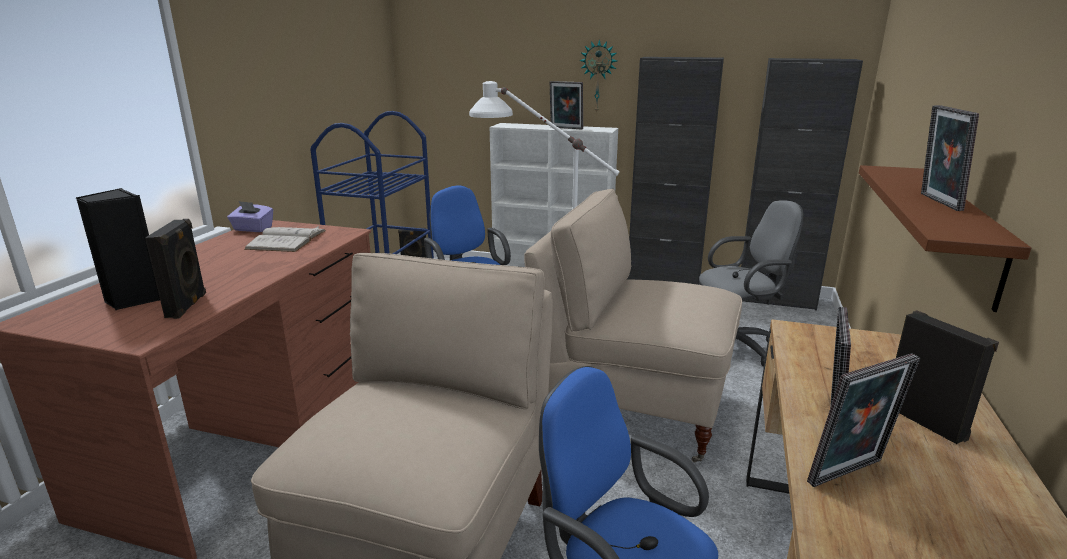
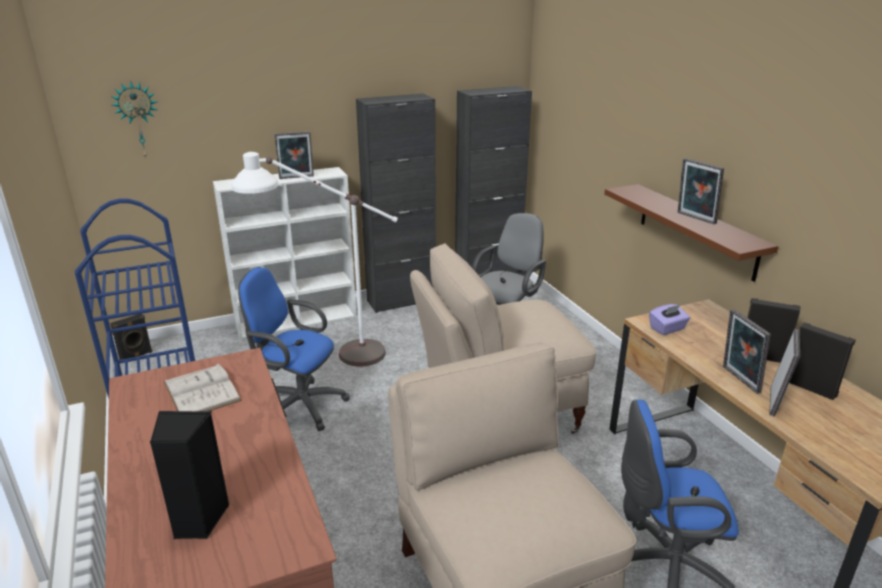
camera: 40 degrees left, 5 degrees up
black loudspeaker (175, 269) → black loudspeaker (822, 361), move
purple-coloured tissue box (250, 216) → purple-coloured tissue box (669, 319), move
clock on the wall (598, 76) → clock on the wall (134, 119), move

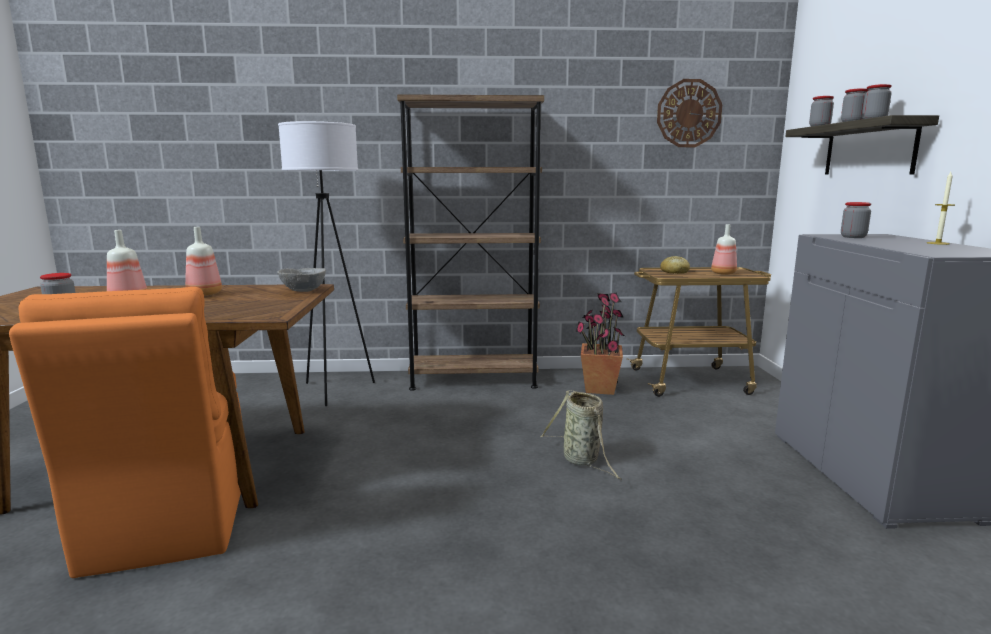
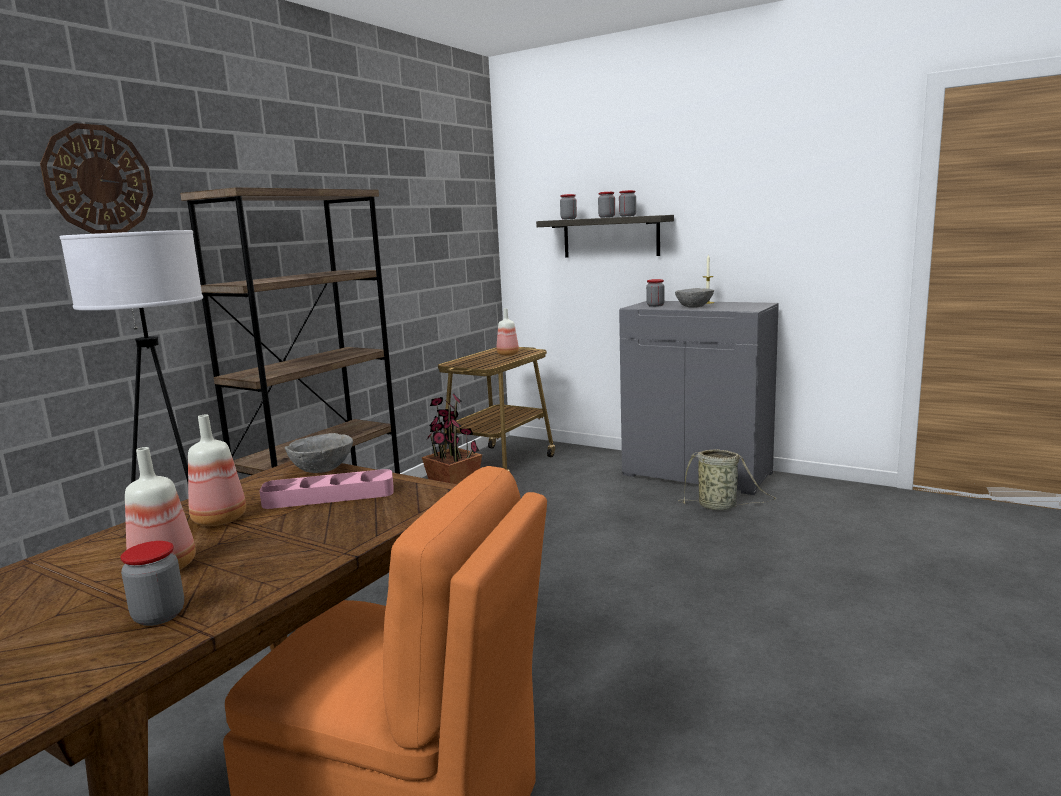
camera: 55 degrees left, 0 degrees up
bakery bread (675, 265) → -
- → pink-coloured serving tray (326, 489)
- → gray deep dish (694, 298)
storage basket (581, 435) → storage basket (727, 479), move
clock on the wall (689, 113) → clock on the wall (96, 178), move

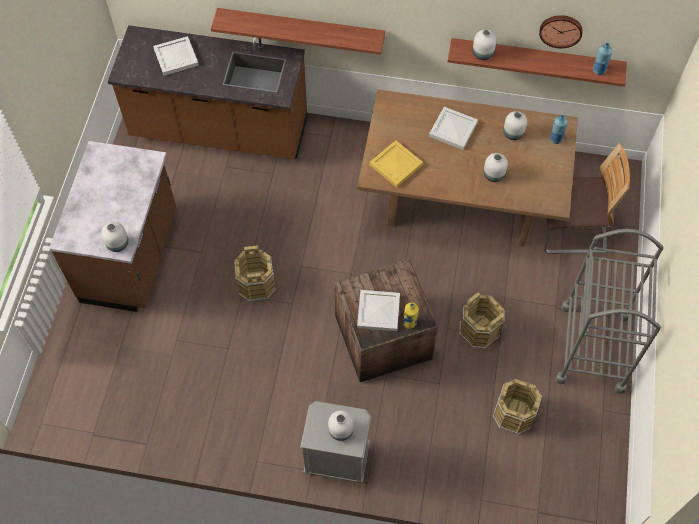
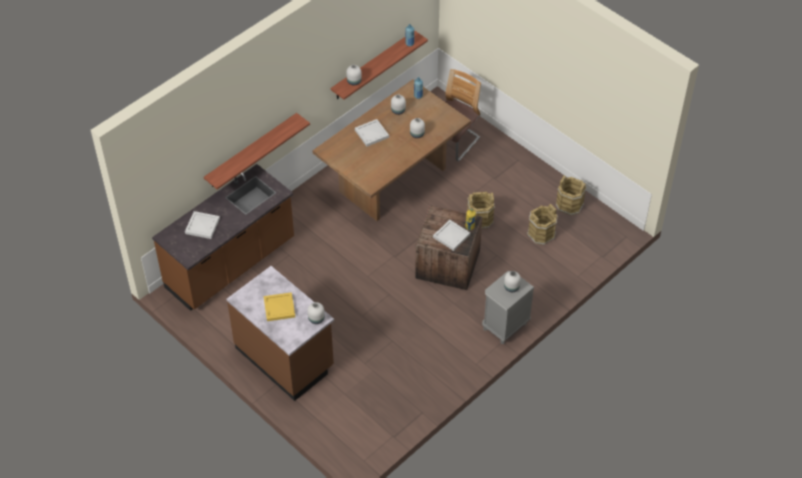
camera: 55 degrees left, 10 degrees down
clock on the wall (561, 31) → -
gray wheeled cart (609, 311) → -
brownish bucket (255, 273) → brownish bucket (571, 196), move
yellow serving tray (396, 163) → yellow serving tray (279, 306), move

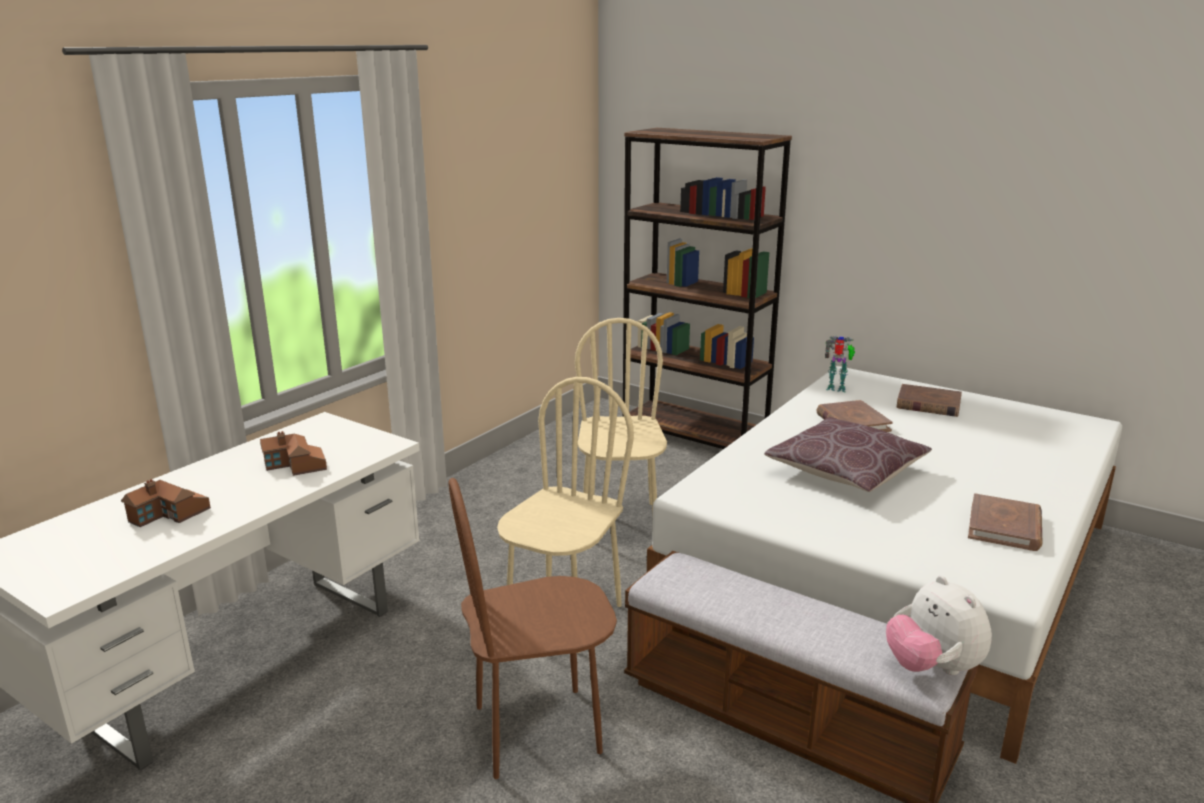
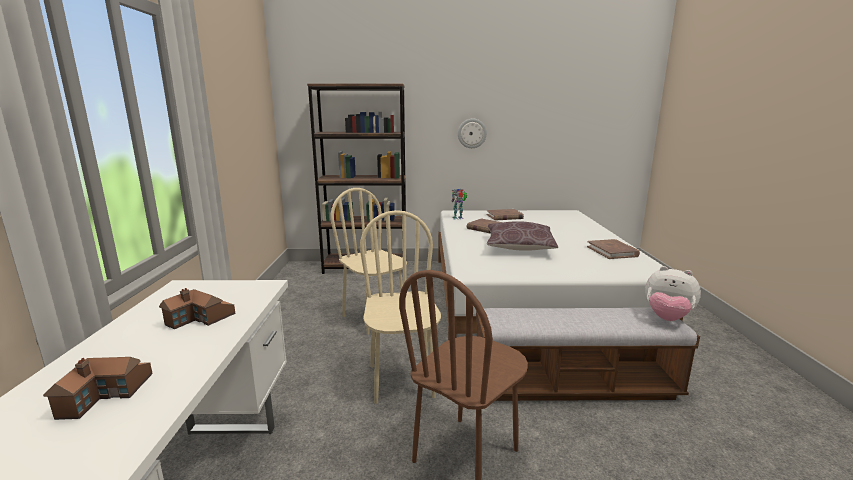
camera: 35 degrees left, 5 degrees down
- → clock on the wall (472, 133)

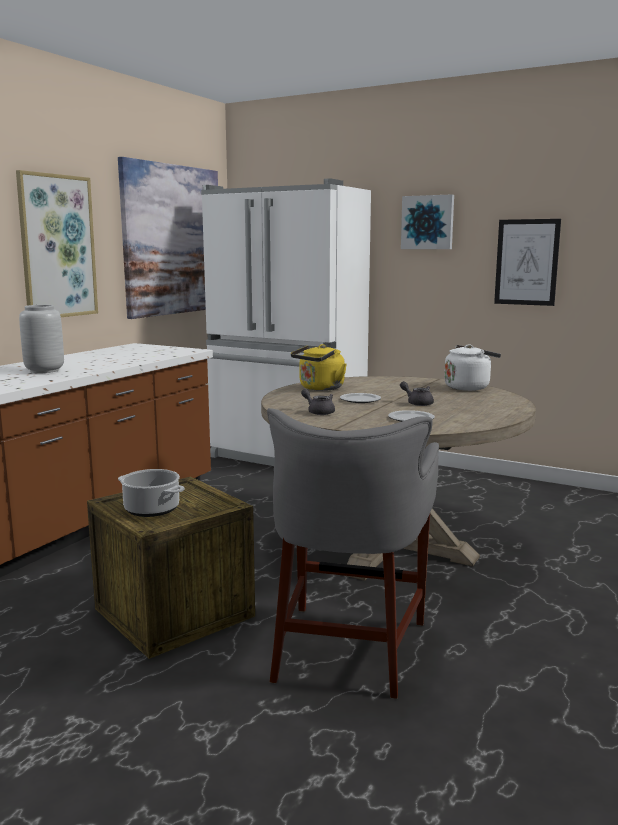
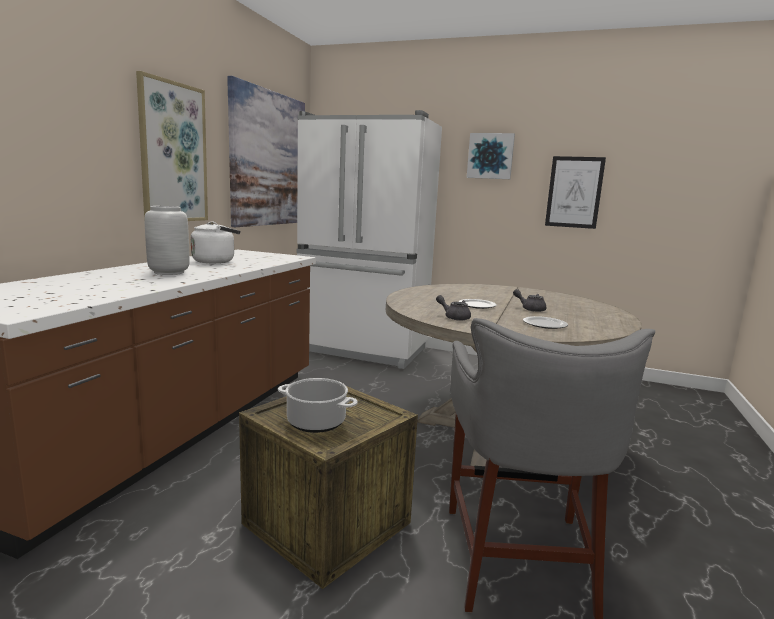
camera: 10 degrees left, 0 degrees up
yellow water kettle (319, 367) → -
white water kettle (472, 367) → white water kettle (215, 242), move

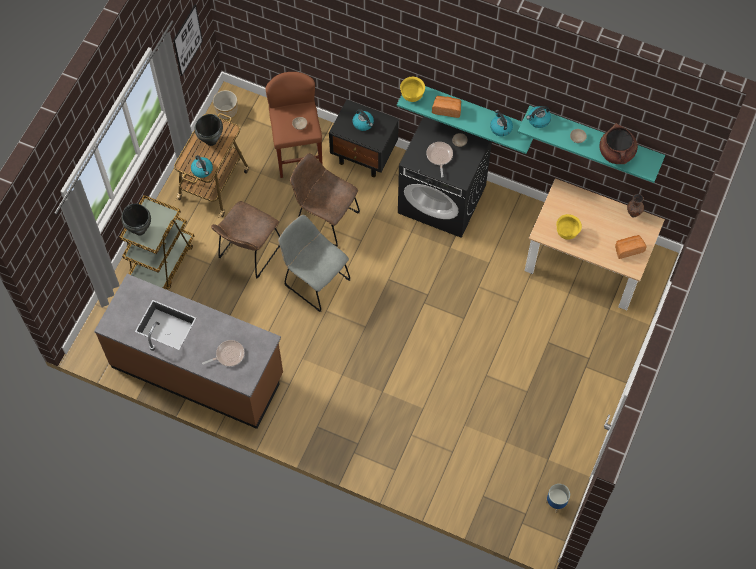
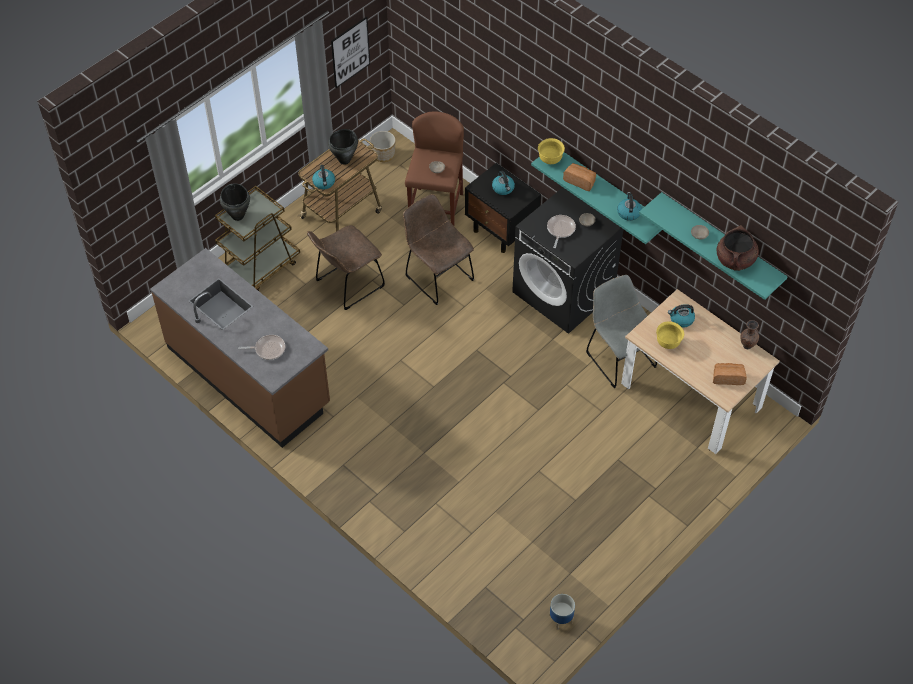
camera: 20 degrees right, 10 degrees down
gray plain chair (314, 263) → gray plain chair (621, 331), move
water kettle (538, 117) → water kettle (681, 316), move

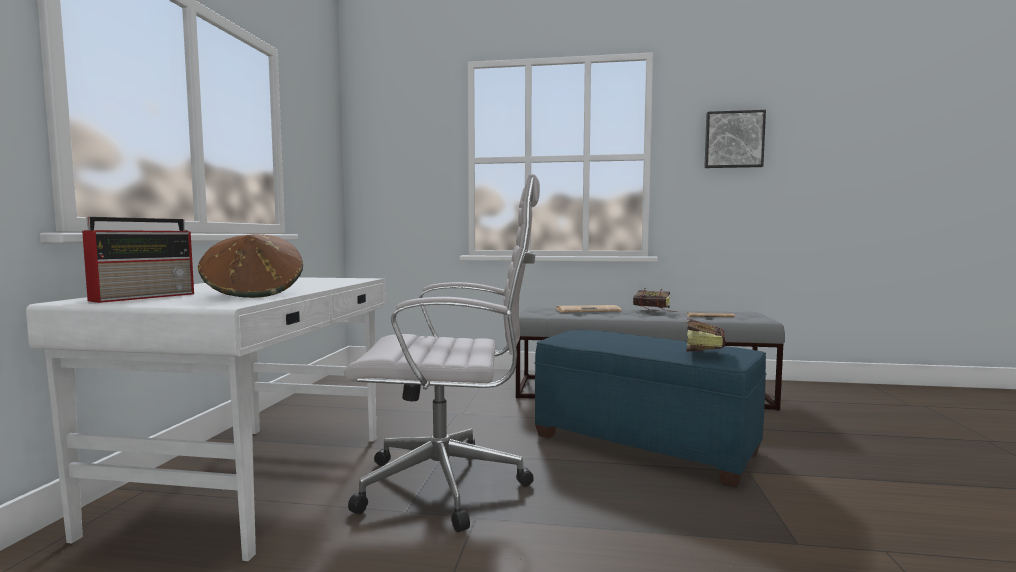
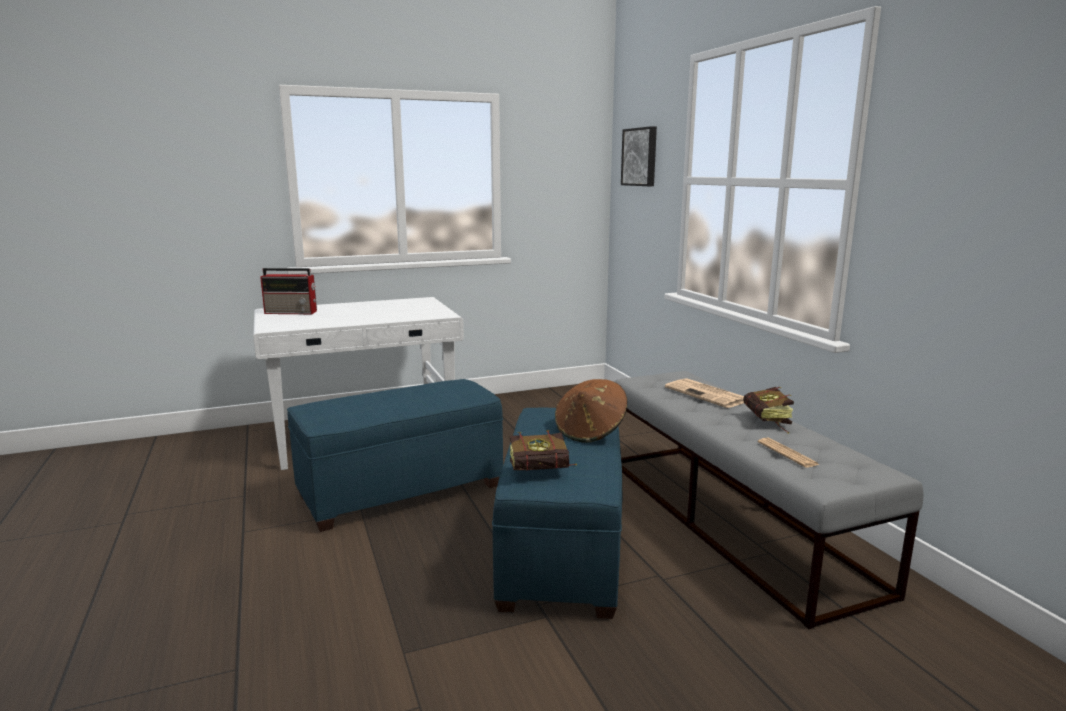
camera: 60 degrees right, 10 degrees up
brownish hat (250, 266) → brownish hat (591, 410), move
wall picture (735, 139) → wall picture (639, 156), move
white office chair (442, 353) → bluish pouffe (395, 455)

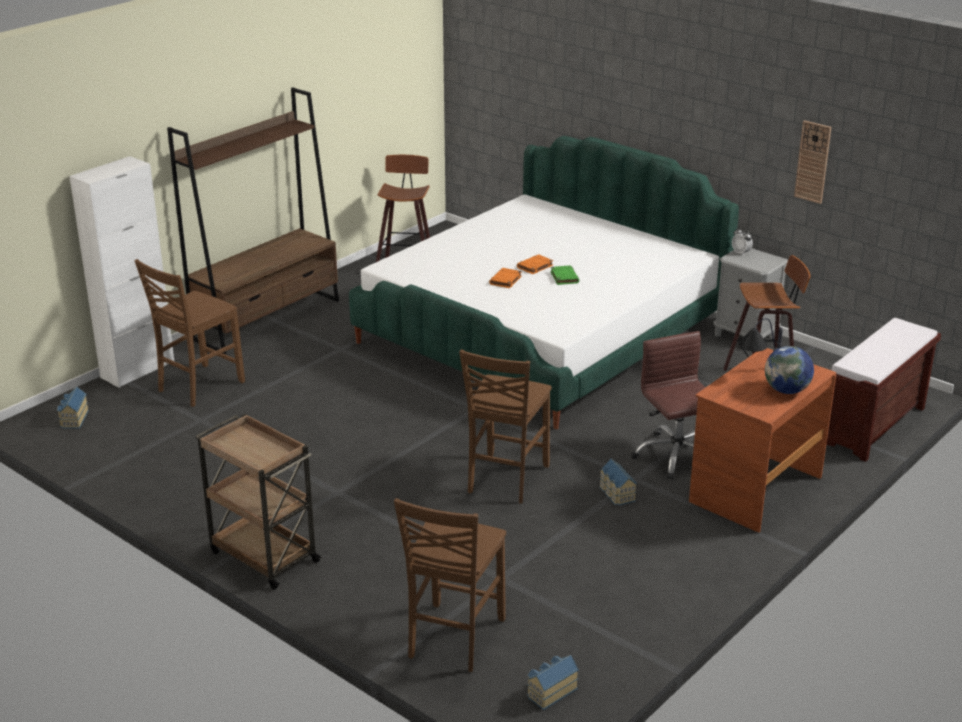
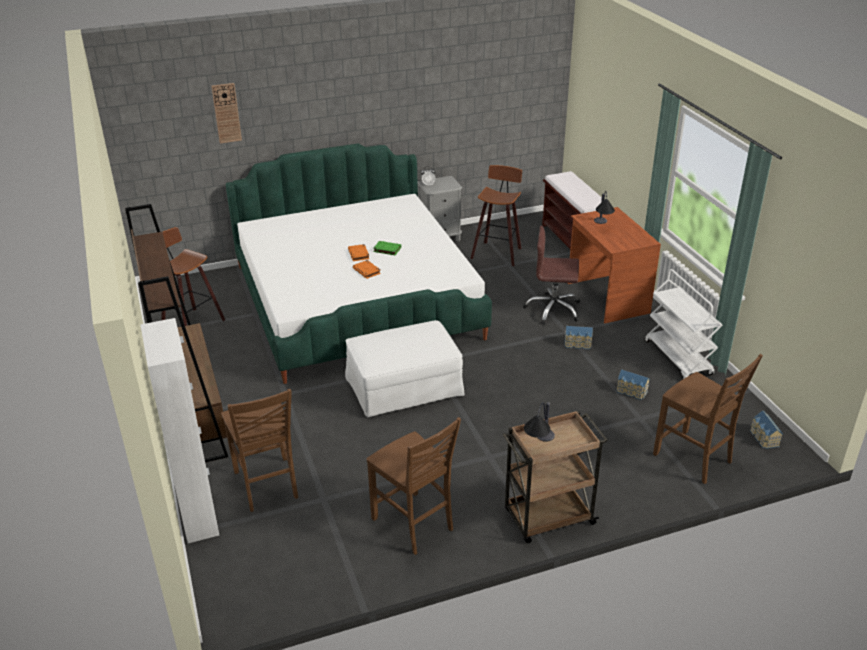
camera: 60 degrees left, 5 degrees up
globe (789, 370) → -
- → white pouffe (404, 368)
- → table lamp (539, 422)
- → white wheeled cart (683, 324)
miniature house (73, 408) → miniature house (633, 384), move
brownish plain chair (505, 426) → brownish plain chair (414, 486), move
clock on the wall (812, 162) → clock on the wall (226, 113), move

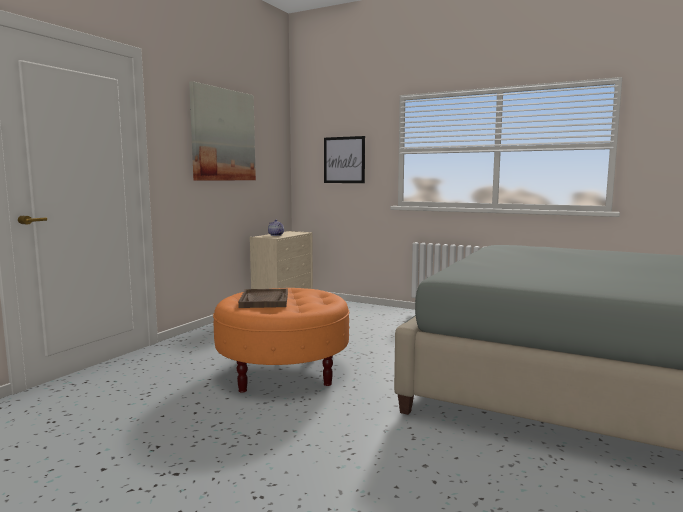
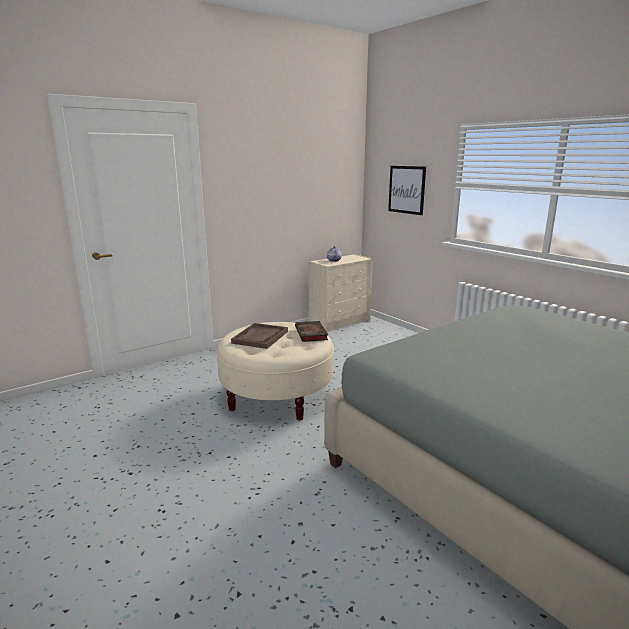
camera: 25 degrees right, 10 degrees up
wall picture (222, 131) → -
- → bound book (311, 331)
orange pouffe (281, 340) → sand-coloured pouffe (275, 371)

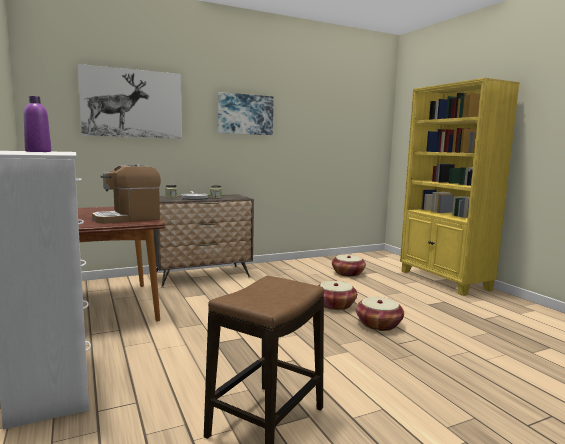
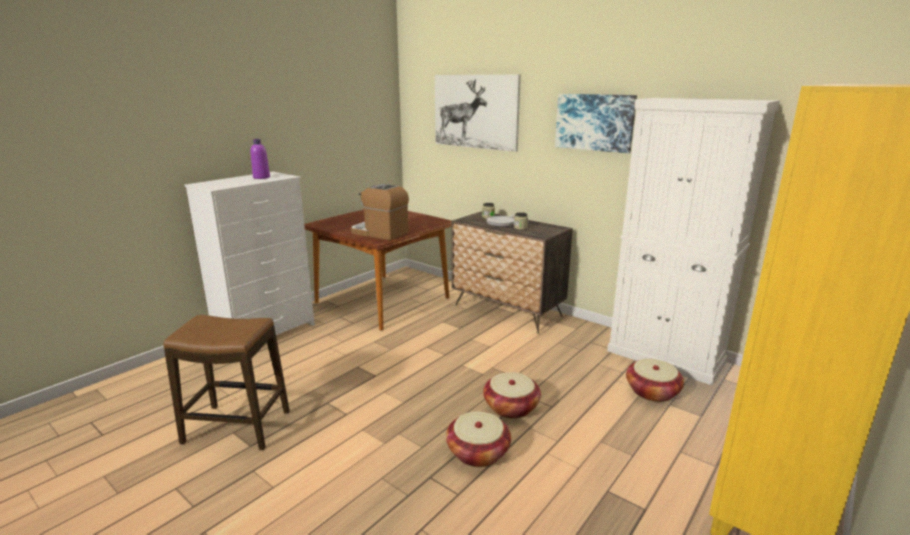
camera: 65 degrees right, 10 degrees up
- → white cabinet (693, 241)

